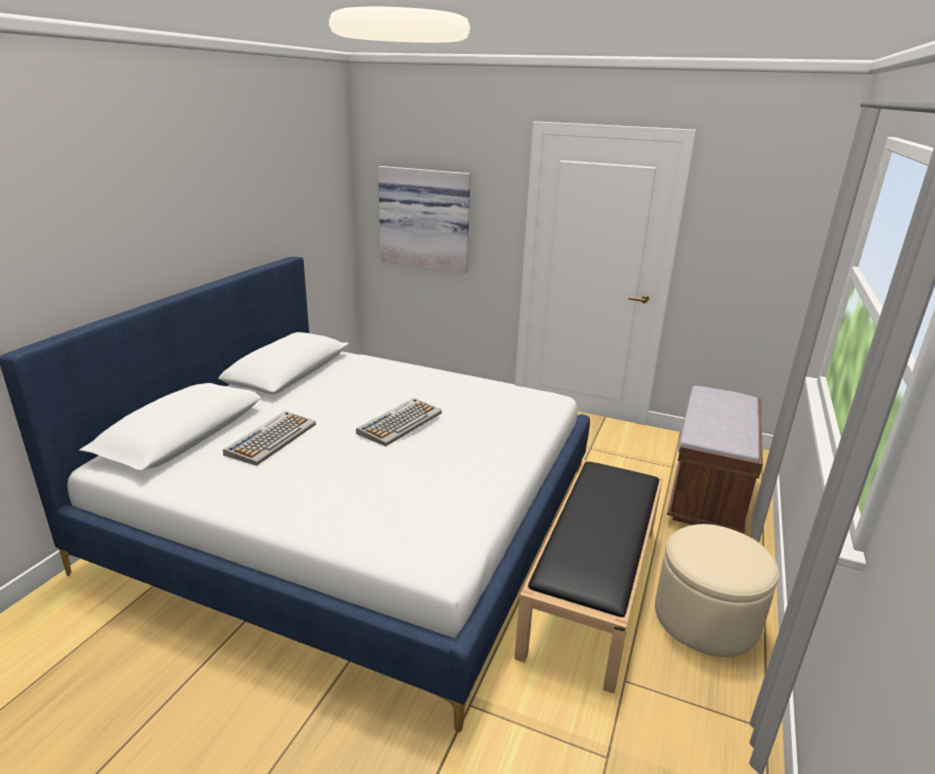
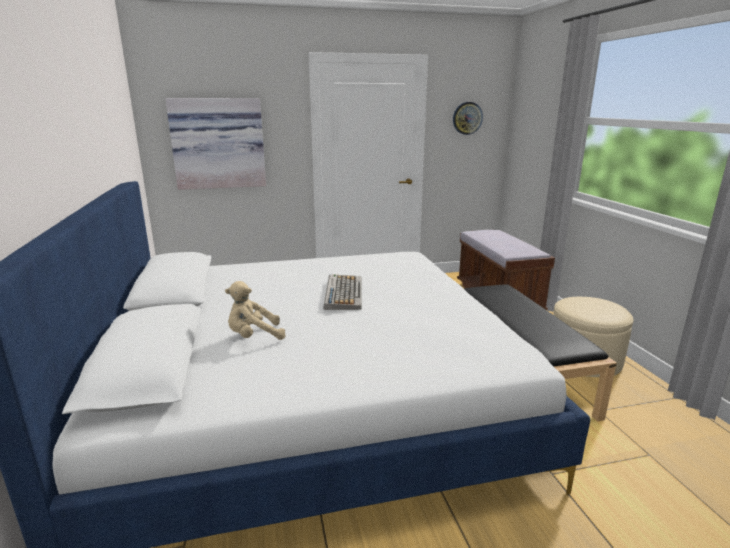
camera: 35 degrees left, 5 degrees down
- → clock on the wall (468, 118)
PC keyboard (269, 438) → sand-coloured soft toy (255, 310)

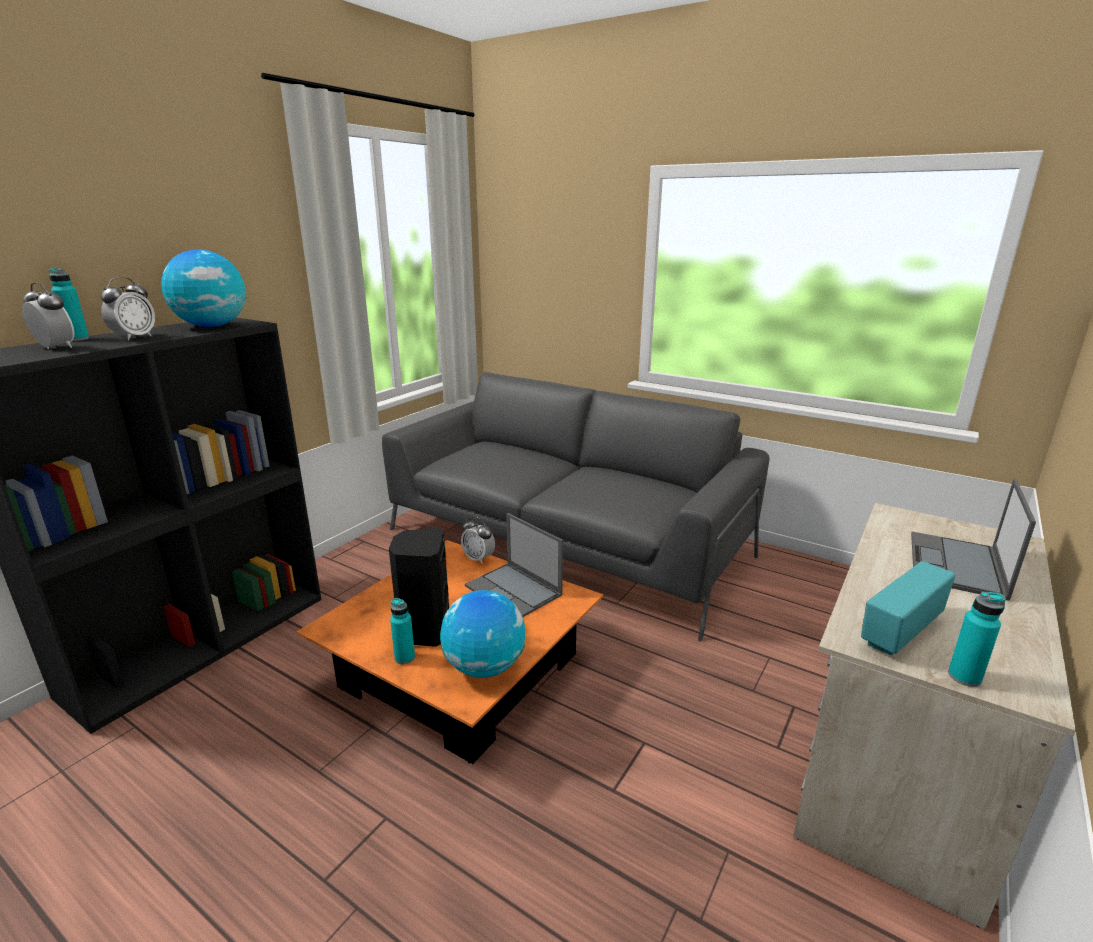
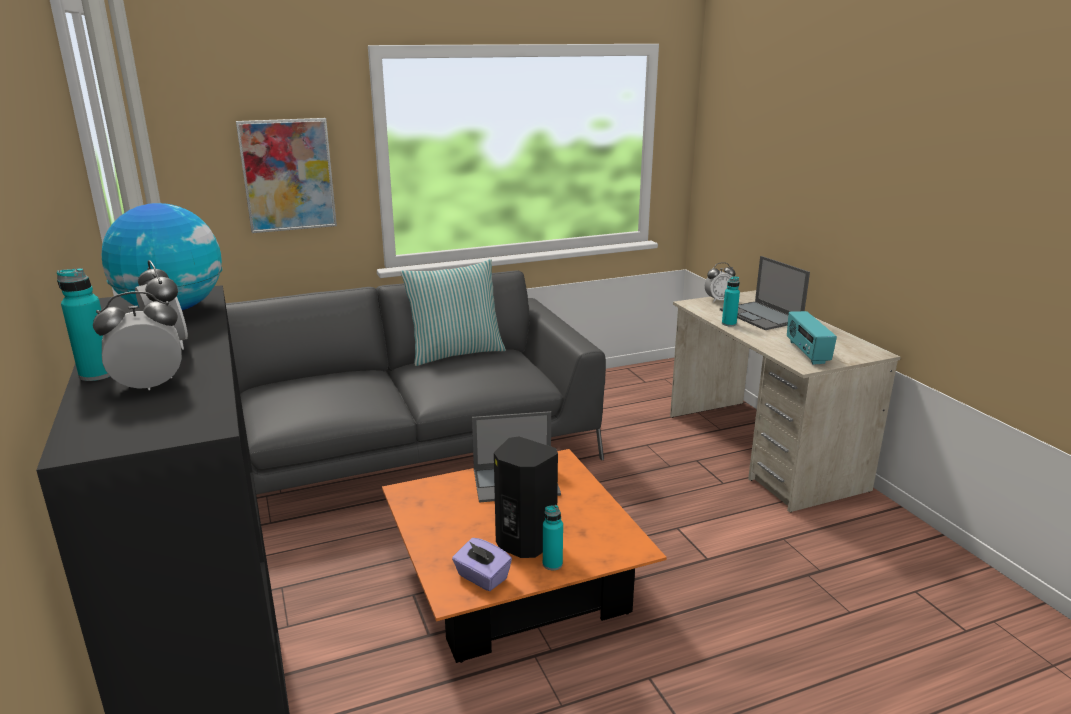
camera: 55 degrees left, 0 degrees up
globe (482, 634) → -
- → wall picture (286, 175)
- → pillow (453, 312)
- → purple-coloured tissue box (482, 564)
table clock (478, 540) → table clock (720, 282), move
blue-green bottle (977, 639) → blue-green bottle (731, 301), move

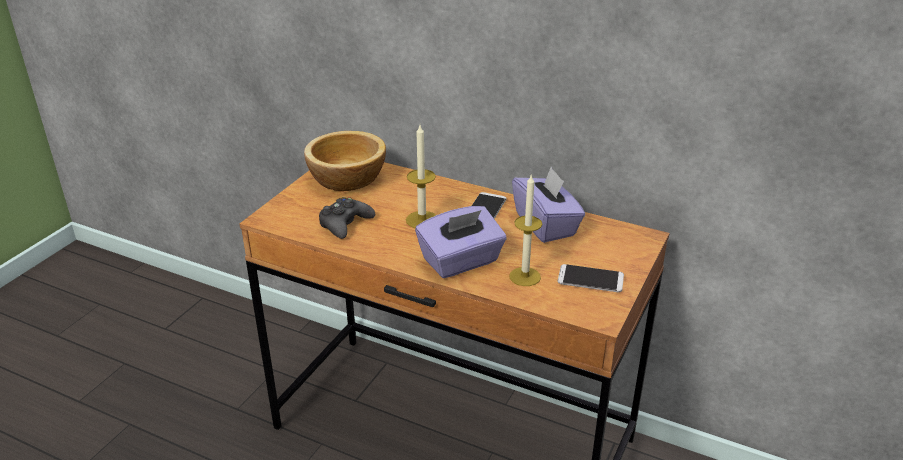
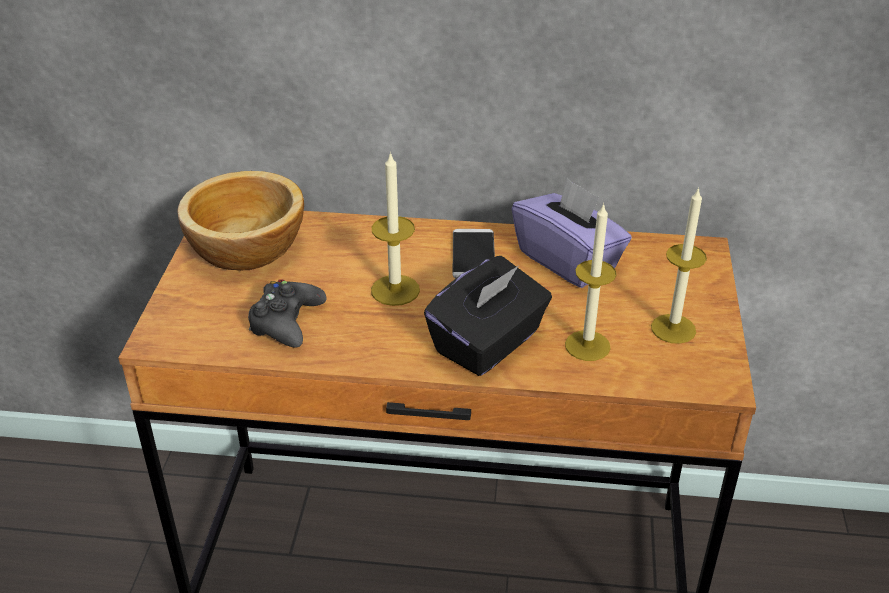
camera: 20 degrees left, 5 degrees up
telephone (591, 278) → wax light (679, 265)
purple-coloured tissue box (461, 242) → black tissue box (488, 316)

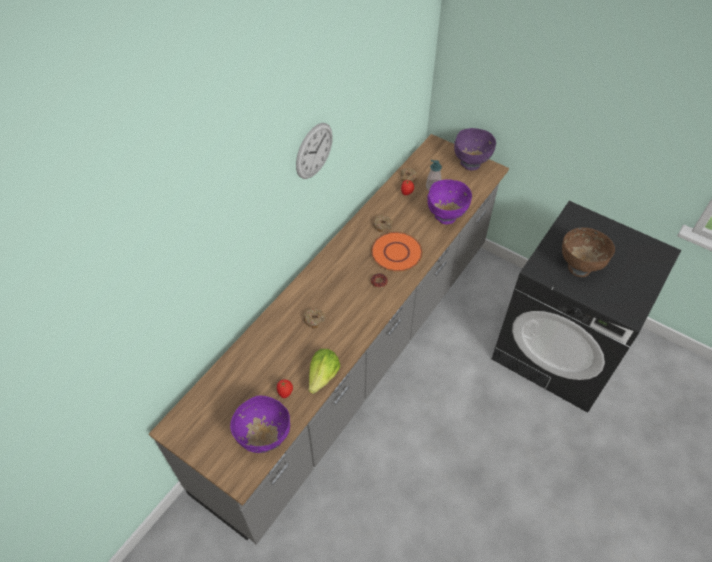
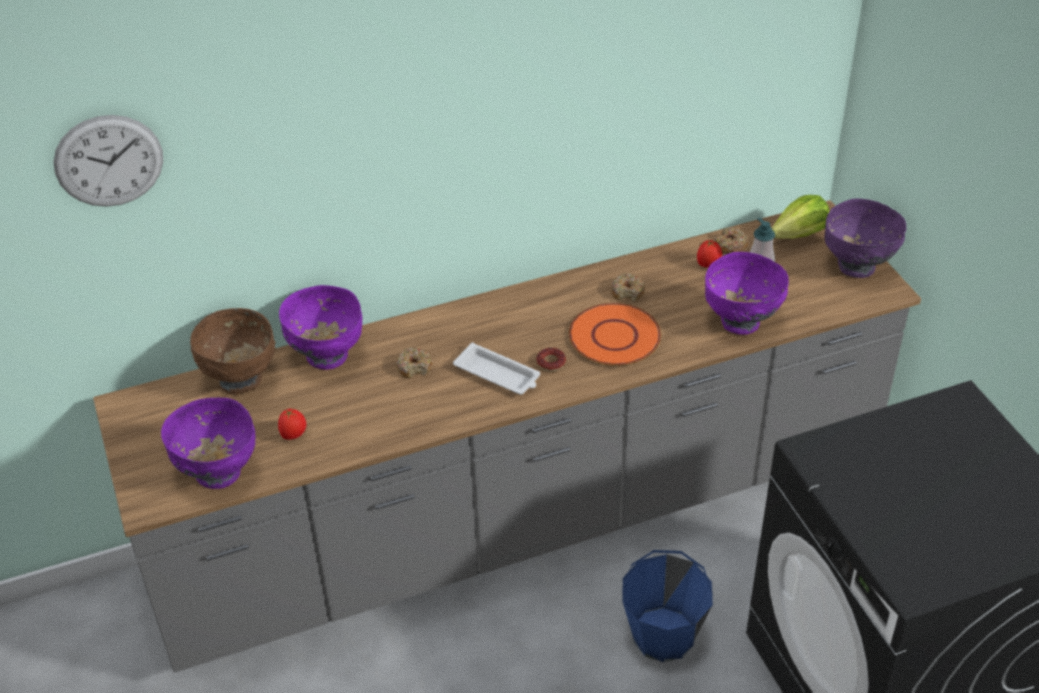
camera: 35 degrees right, 10 degrees down
- → purple-coloured deep dish (320, 327)
- → white serving tray (496, 368)
- → bluish bucket (667, 606)
clock on the wall (314, 151) → clock on the wall (108, 161), move
lettuce head (324, 371) → lettuce head (801, 217), move
brownish deep dish (588, 252) → brownish deep dish (233, 351), move

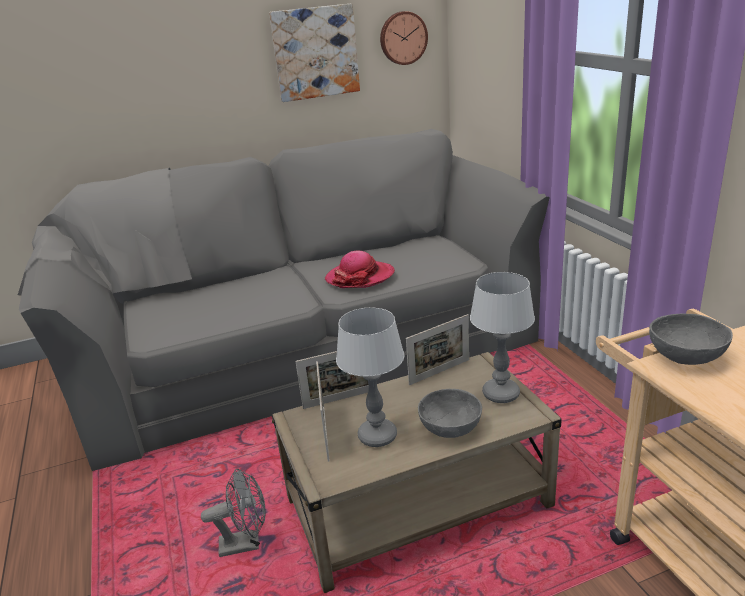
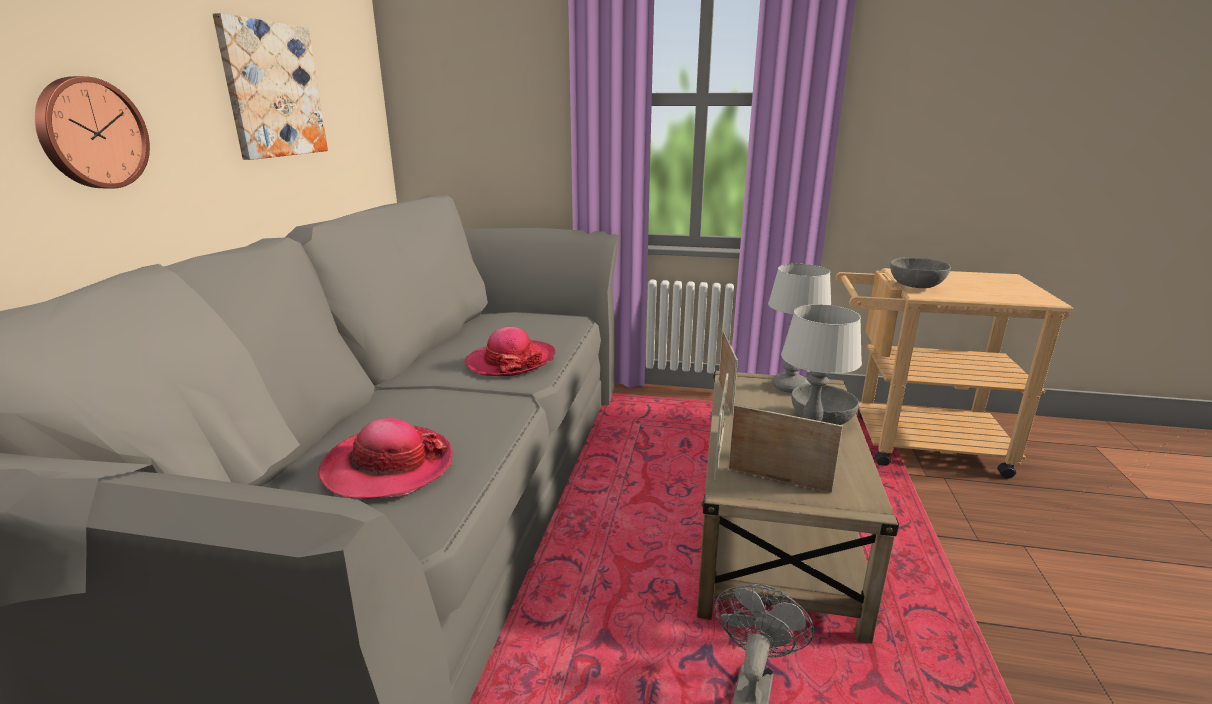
camera: 60 degrees left, 5 degrees down
- → hat (385, 458)
clock on the wall (404, 38) → clock on the wall (92, 132), move

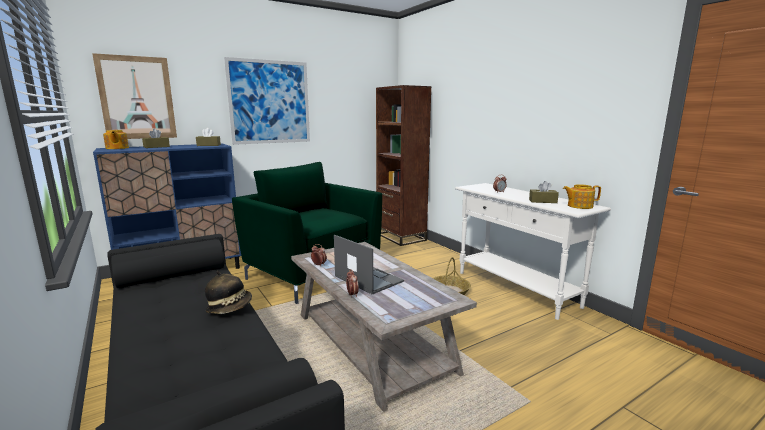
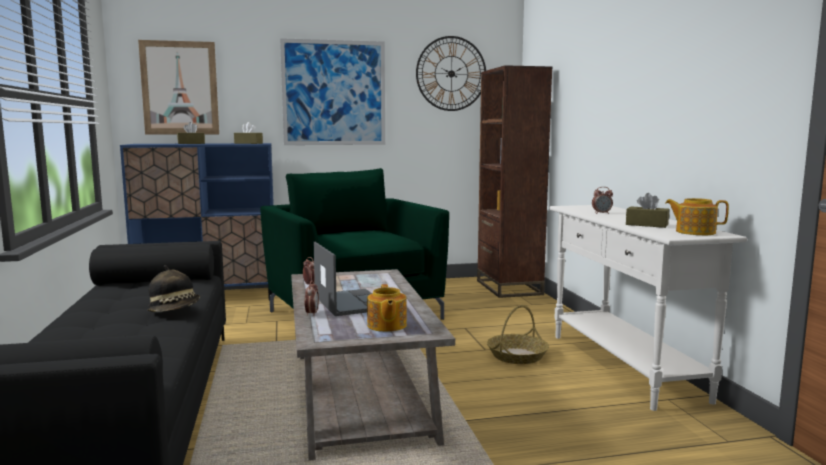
camera: 20 degrees right, 5 degrees down
- → clock on the wall (451, 73)
pot for tea (116, 139) → pot for tea (387, 308), move

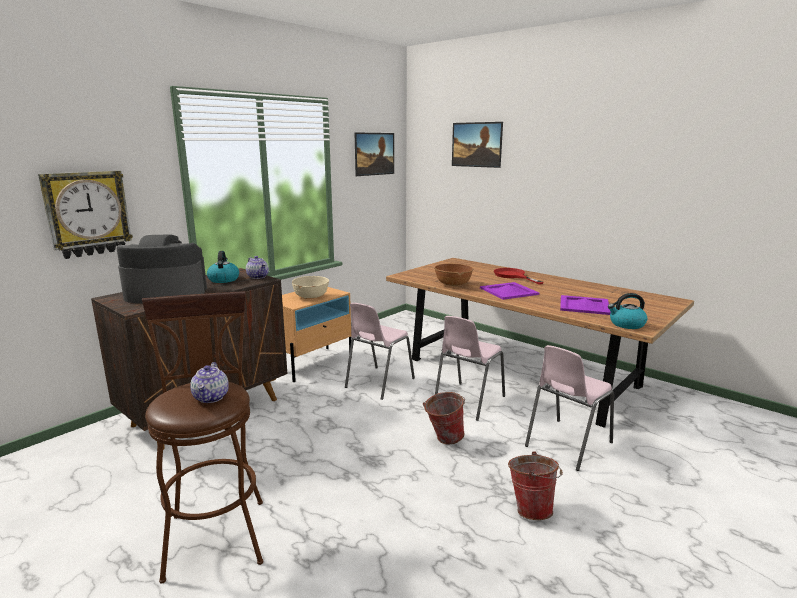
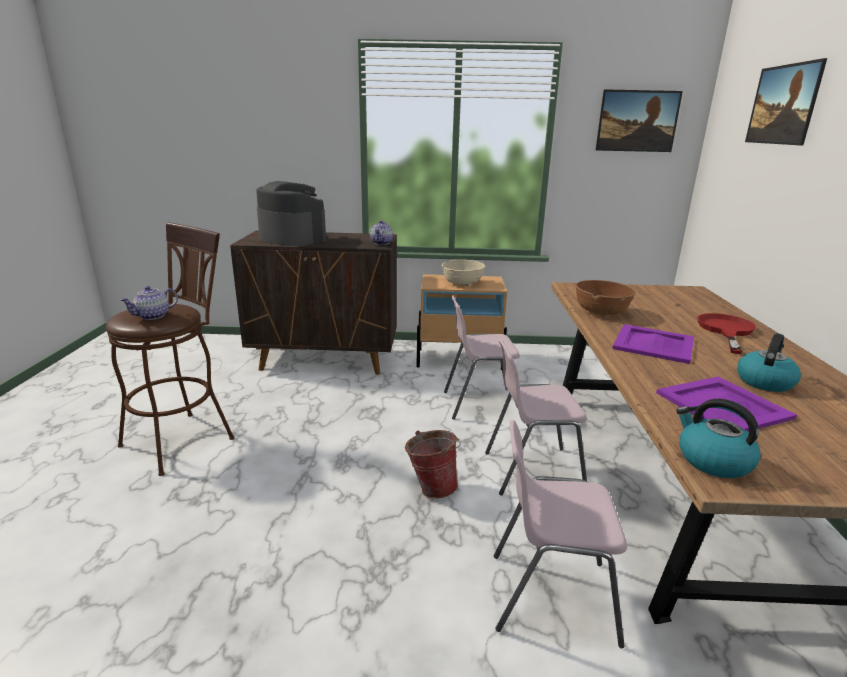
camera: 50 degrees right, 5 degrees up
clock on the wall (85, 215) → -
bucket (535, 485) → -
water kettle (223, 267) → water kettle (769, 362), move

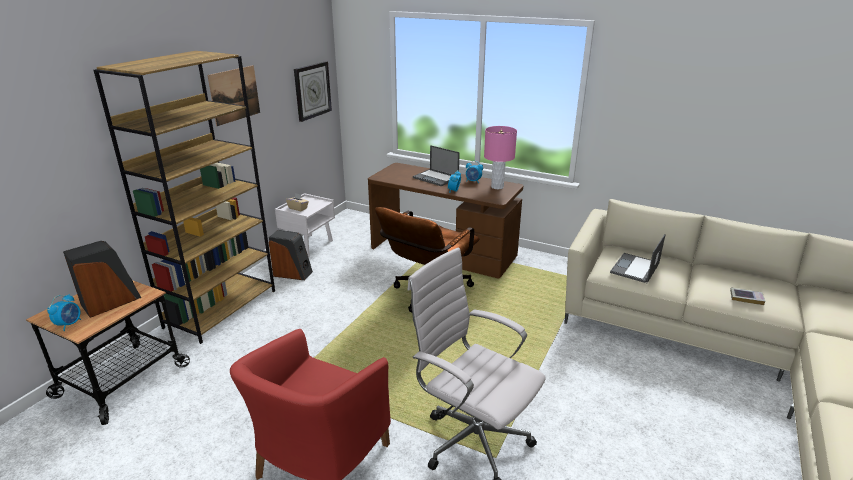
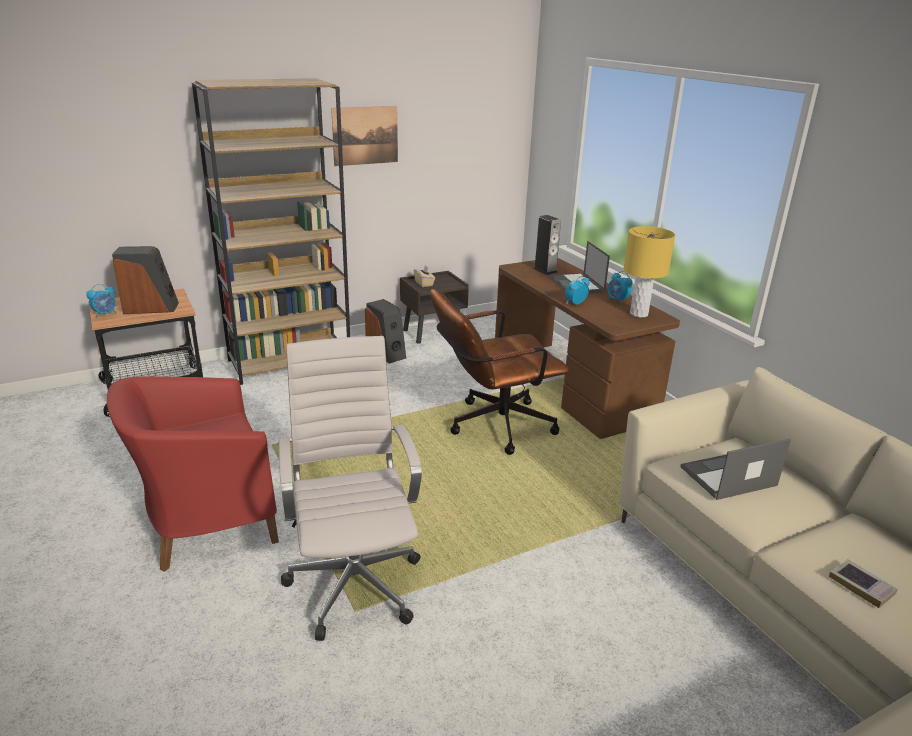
camera: 35 degrees right, 0 degrees up
clock on the wall (313, 91) → -
- → loudspeaker (547, 245)
white night table (305, 225) → brownish night table (434, 307)
pink-coloured table lamp (500, 157) → yellow table lamp (649, 271)

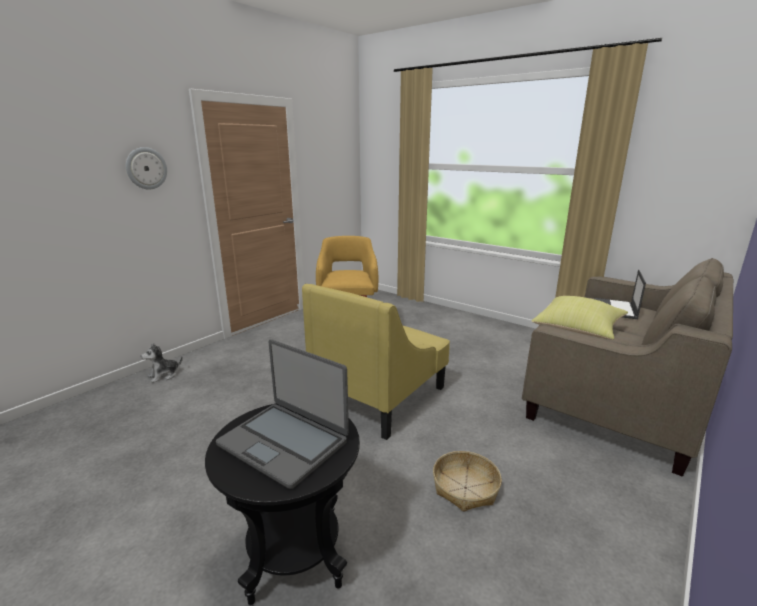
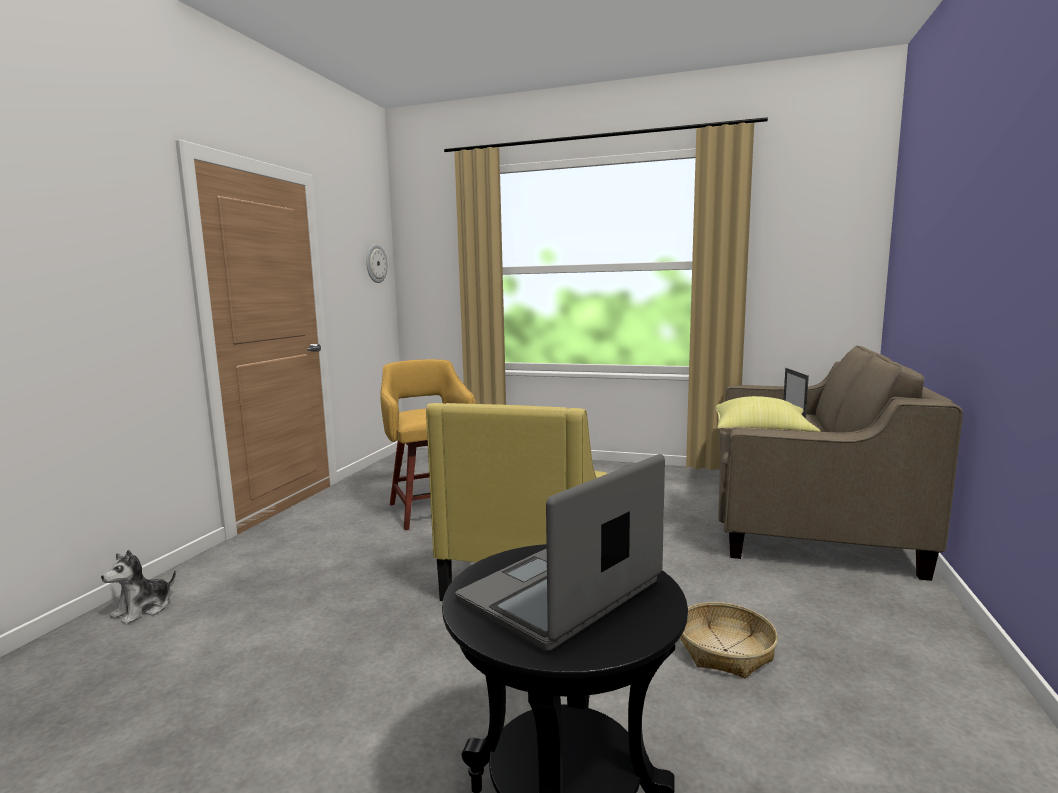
camera: 20 degrees left, 10 degrees down
clock on the wall (146, 168) → clock on the wall (377, 263), move
laptop (282, 414) → laptop (560, 552), 120 degrees clockwise

